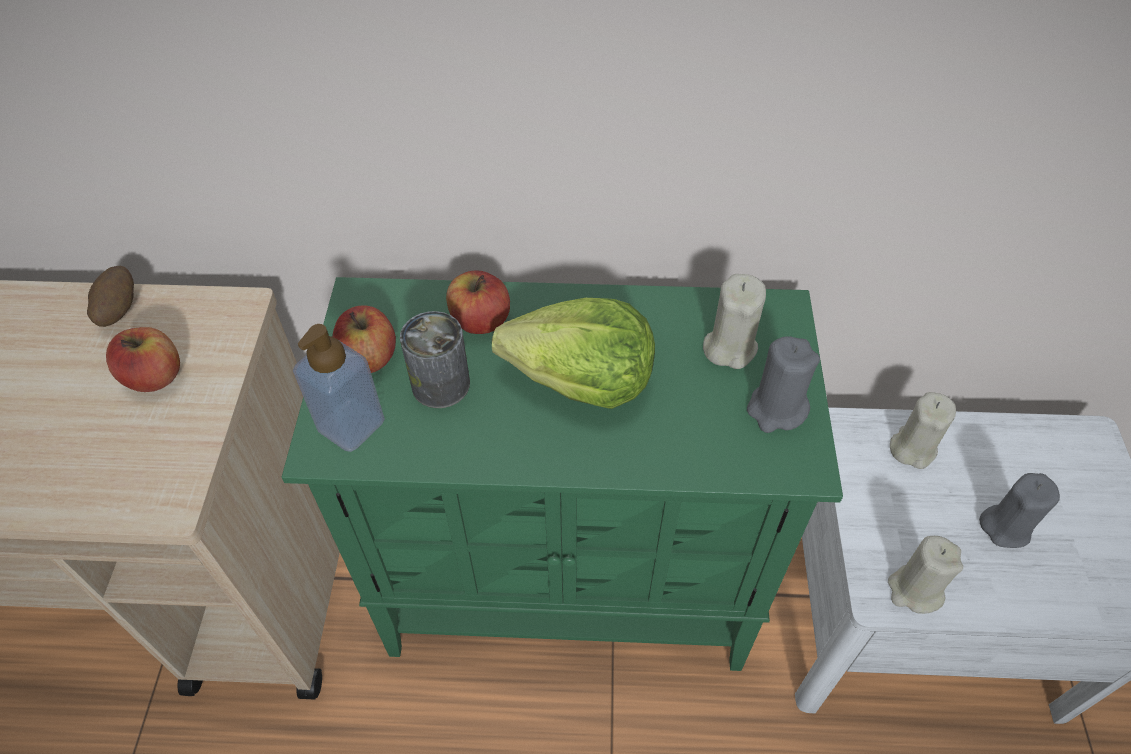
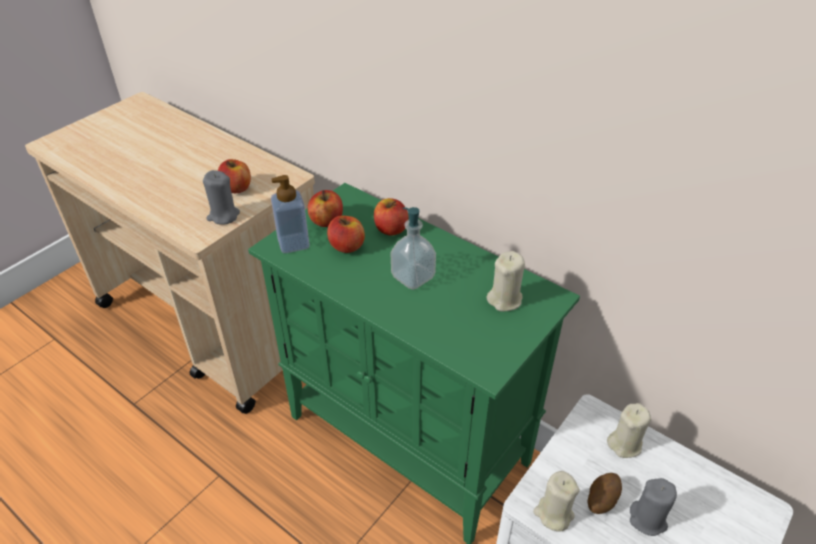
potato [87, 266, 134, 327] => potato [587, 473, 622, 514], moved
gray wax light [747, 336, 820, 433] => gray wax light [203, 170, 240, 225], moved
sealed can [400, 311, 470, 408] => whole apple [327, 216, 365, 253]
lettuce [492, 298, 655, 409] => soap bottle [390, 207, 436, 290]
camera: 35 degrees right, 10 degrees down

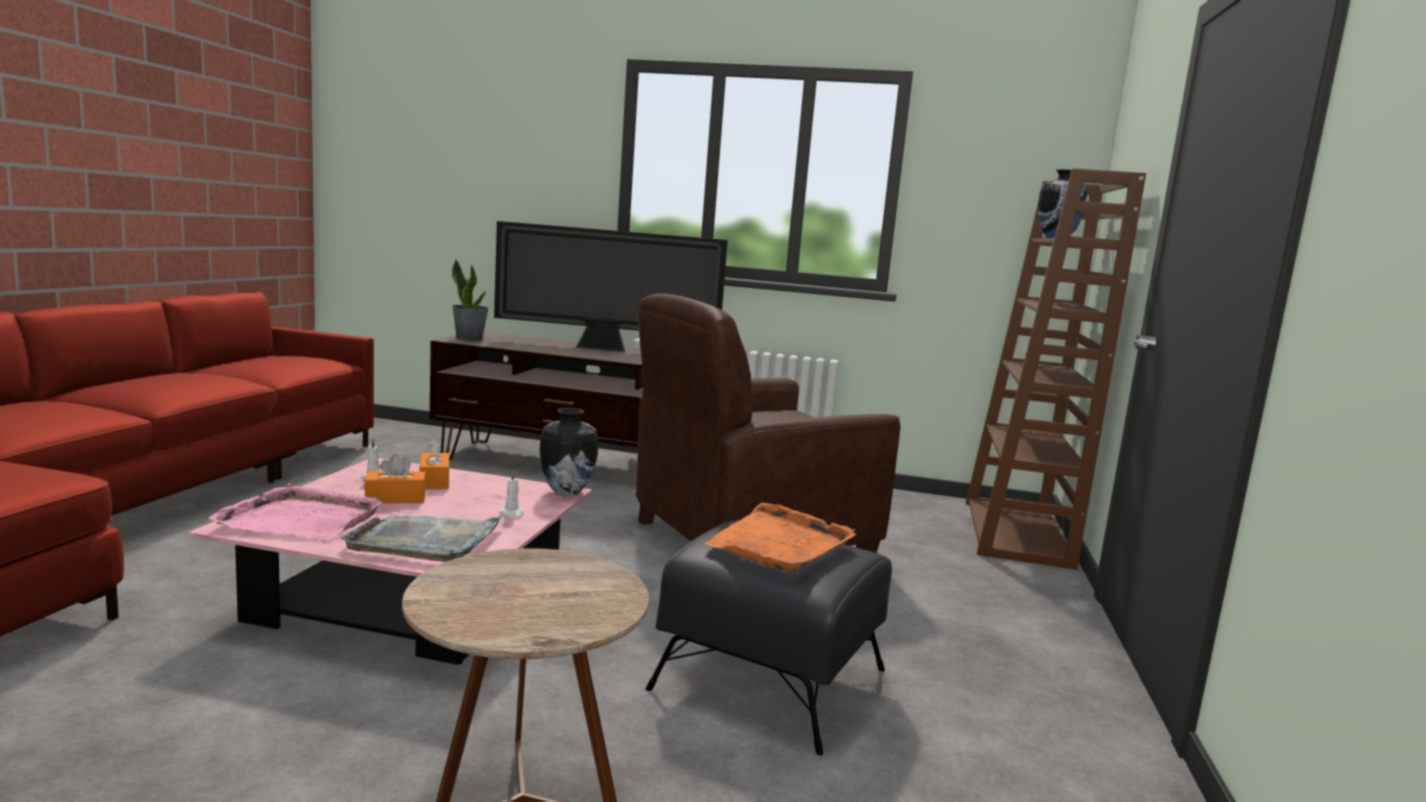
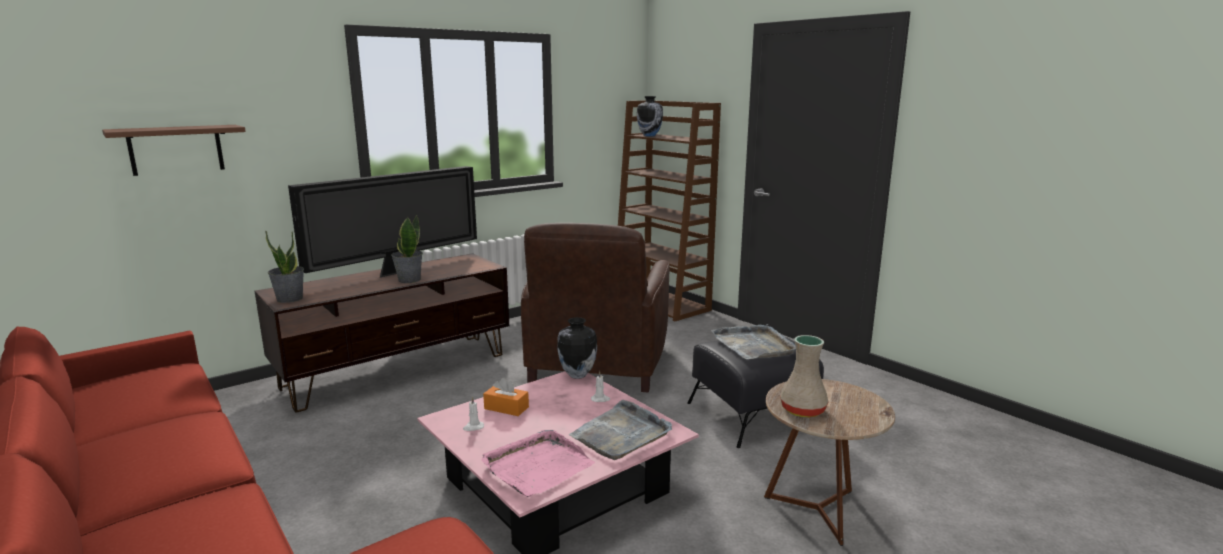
orange tissue box [364, 453, 426, 503] => nothing
nothing => brown-coloured shelf [102, 125, 246, 176]
nothing => potted plant [391, 215, 423, 283]
nothing => beige-coloured flower vase [780, 335, 829, 418]
orange carrying tray [704, 503, 856, 573] => gray carrying tray [711, 324, 796, 359]
camera: 50 degrees left, 5 degrees up

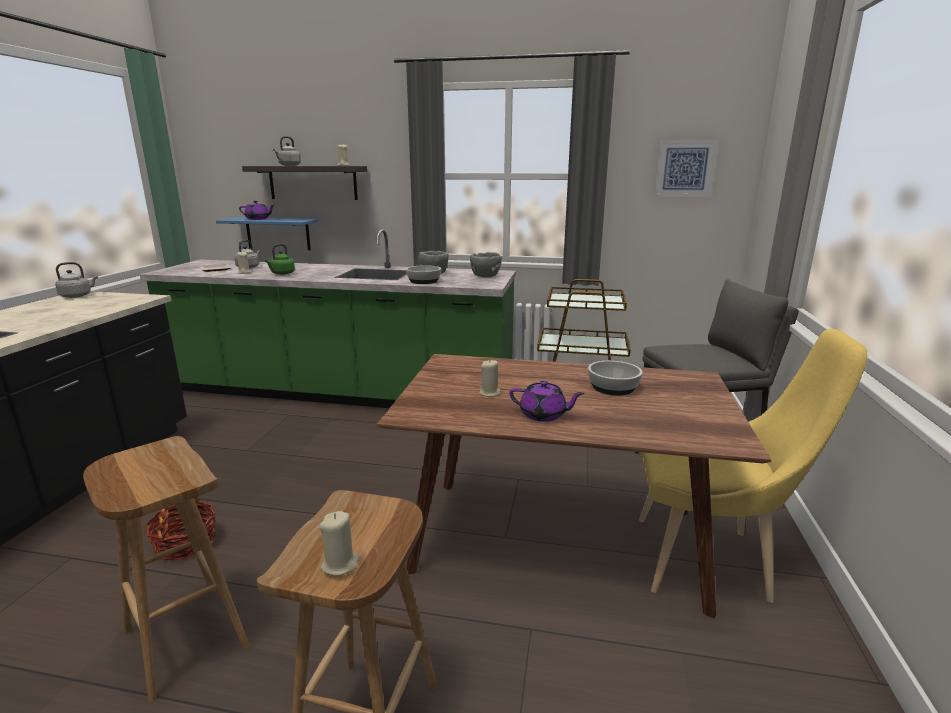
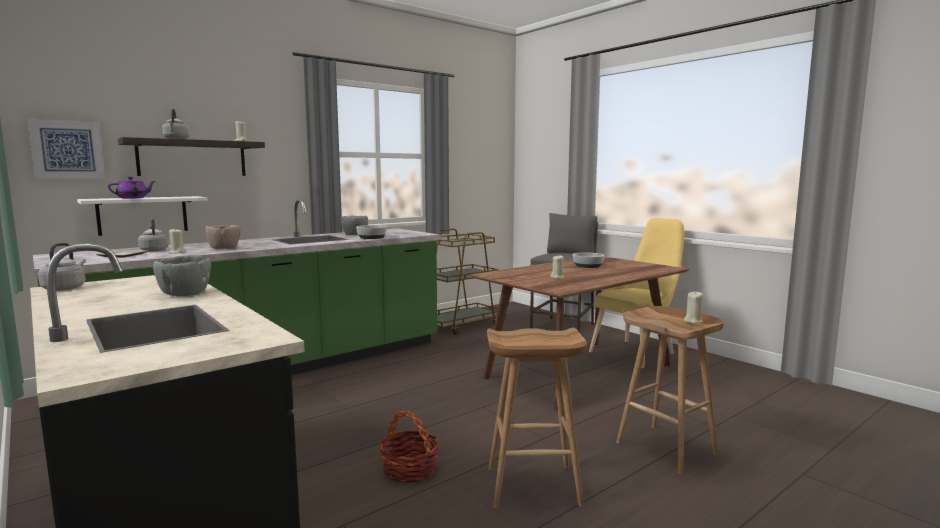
purplish tea pot [509, 381, 584, 422] => nothing
gray deep dish [470, 252, 502, 277] => gray deep dish [153, 255, 211, 296], moved
picture [654, 139, 718, 197] => picture [28, 119, 105, 179], moved
green tea kettle [265, 244, 295, 275] => brown-coloured deep dish [205, 225, 240, 249]
blue shelf [216, 217, 319, 250] => whitish shelf [77, 196, 208, 236]
camera: 50 degrees left, 10 degrees down

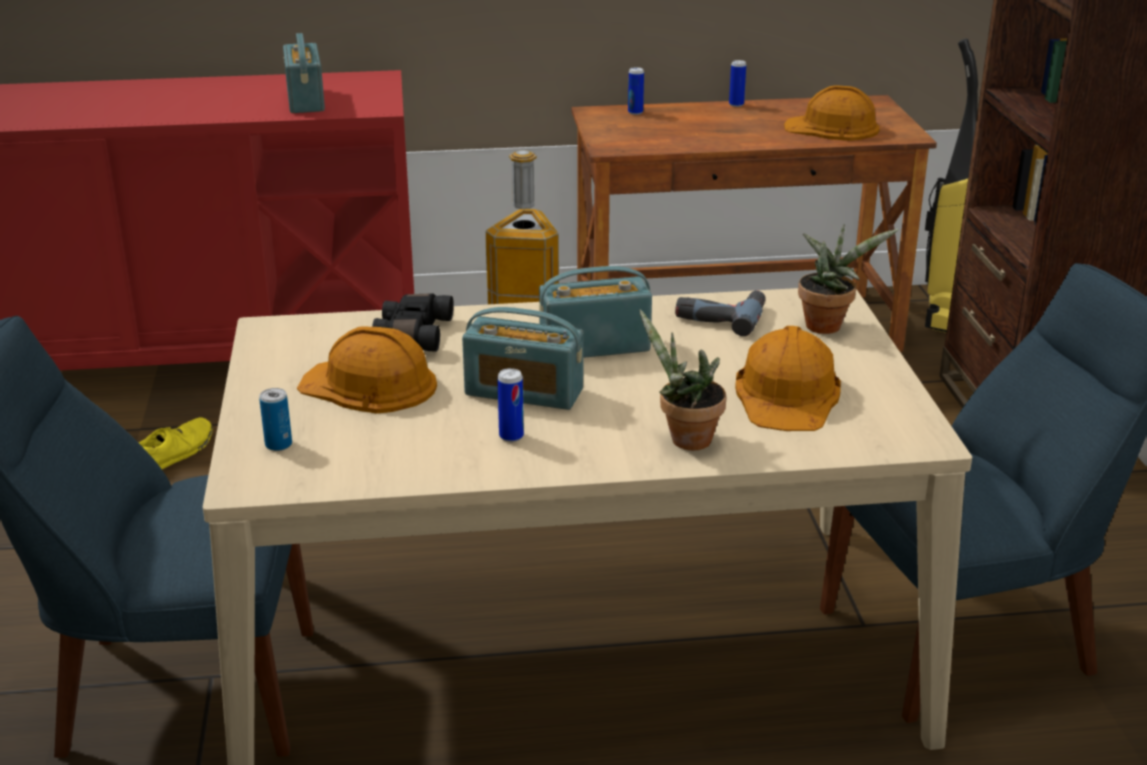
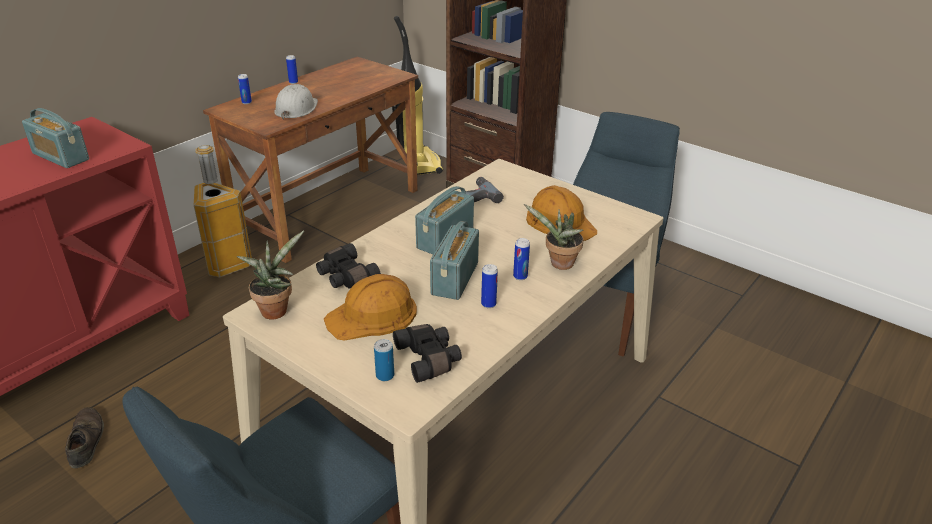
orange safety helmet [784, 85, 880, 141] => nothing
nothing => whitish safety helmet [274, 84, 318, 120]
nothing => black-coloured binoculars [393, 324, 462, 383]
nothing => sealed can [513, 238, 530, 280]
potted plant [798, 224, 899, 334] => potted plant [237, 231, 304, 320], moved
yellow-coloured item of footwear [139, 417, 213, 469] => brown-coloured item of footwear [65, 407, 104, 468]
radio receiver [462, 307, 584, 410] => radio receiver [430, 221, 479, 300], 135 degrees clockwise
camera: 45 degrees left, 5 degrees up

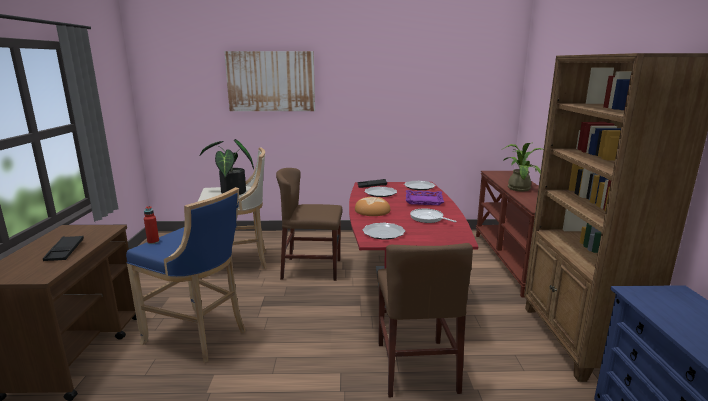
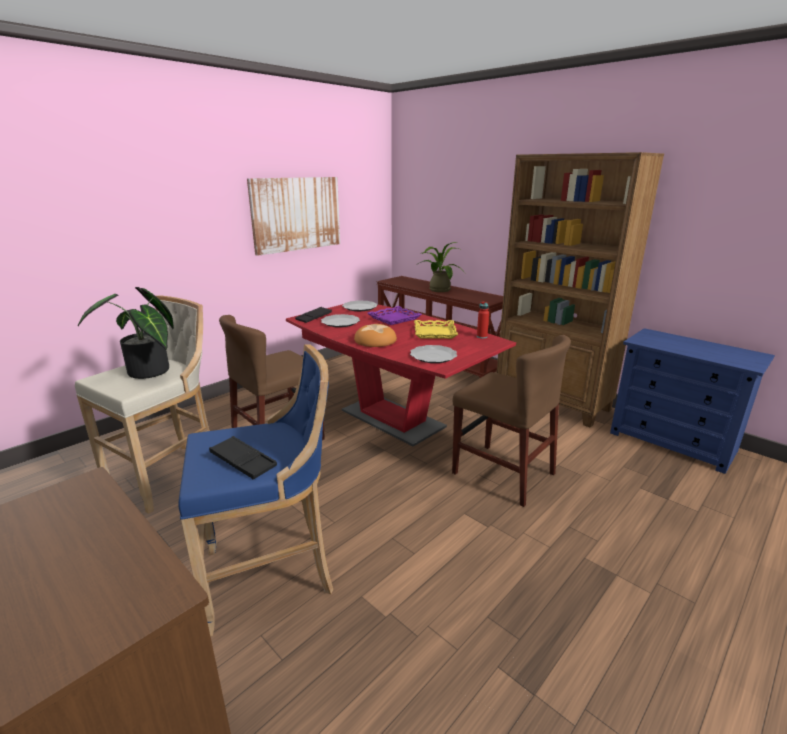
black-coloured carrying tray [43, 236, 84, 261] => black-coloured carrying tray [209, 436, 277, 480], moved
red bottle [144, 206, 159, 244] => red bottle [477, 301, 489, 338], moved
picture [224, 51, 315, 111] => picture [247, 177, 340, 256], moved
skillet [410, 209, 456, 223] => yellow-coloured carrying tray [414, 320, 458, 339]
camera: 45 degrees left, 5 degrees up

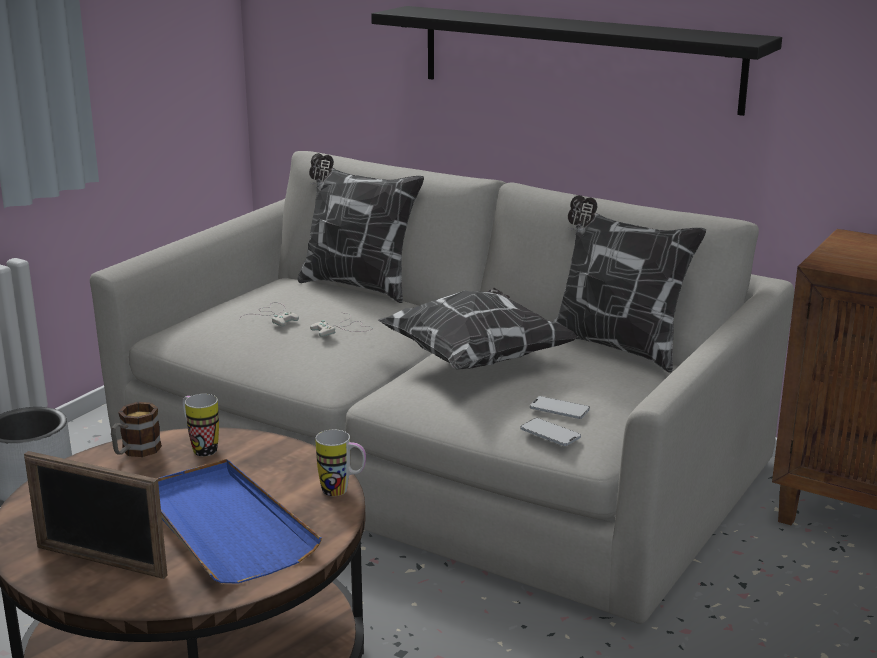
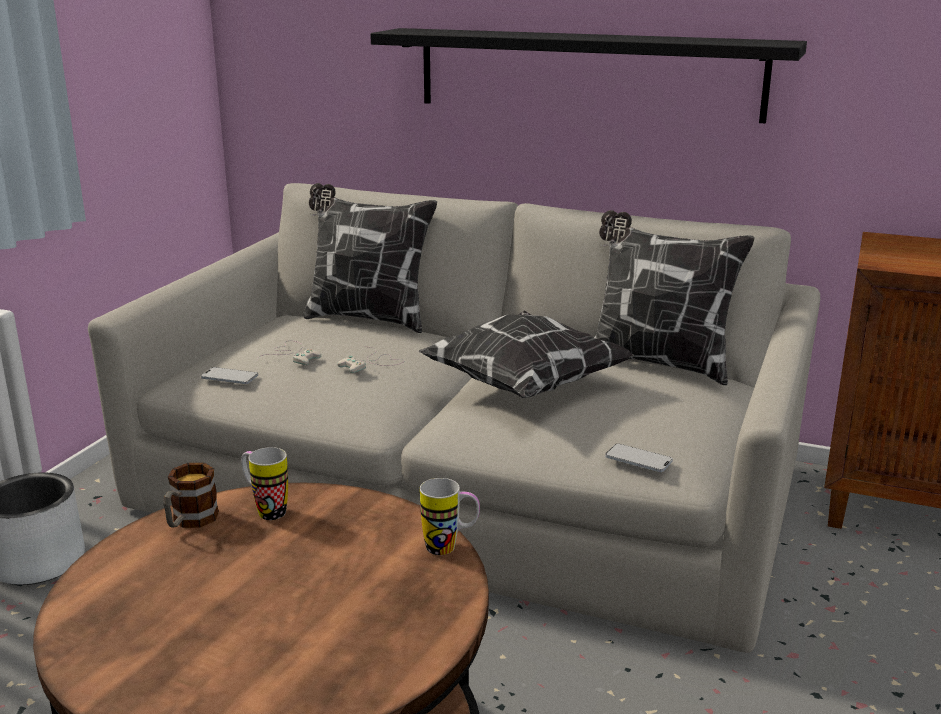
photo frame [24, 451, 168, 579] => nothing
blue carrying tray [157, 459, 322, 584] => nothing
handset [530, 396, 590, 419] => handset [201, 367, 258, 384], moved
camera: 10 degrees left, 0 degrees up

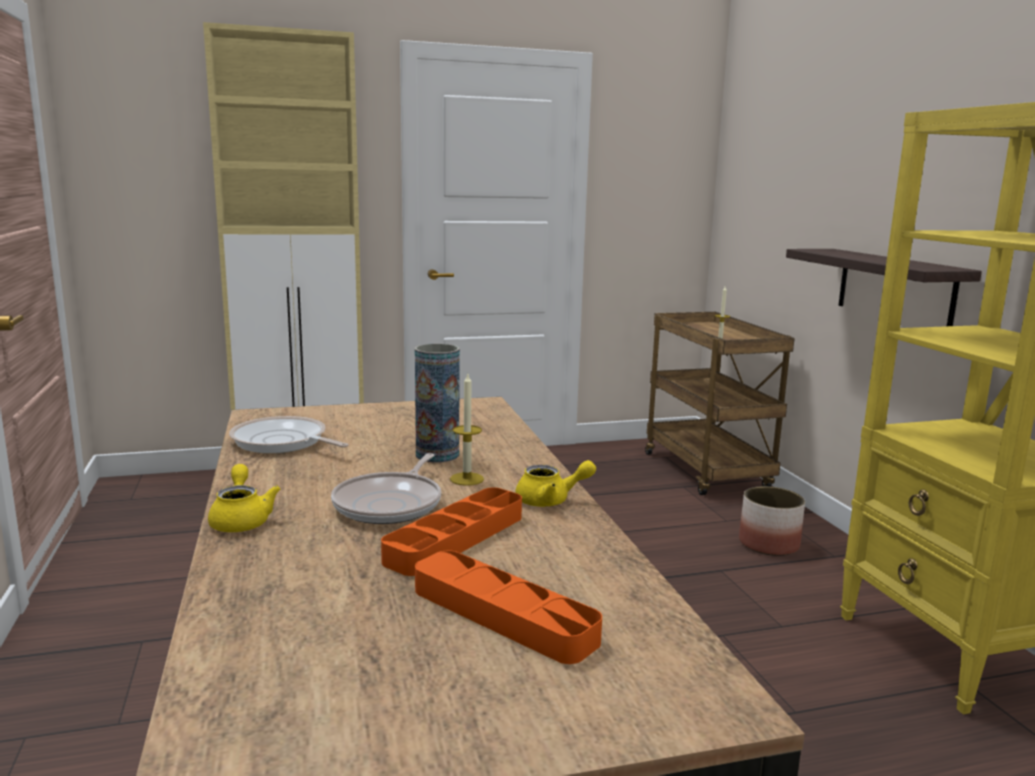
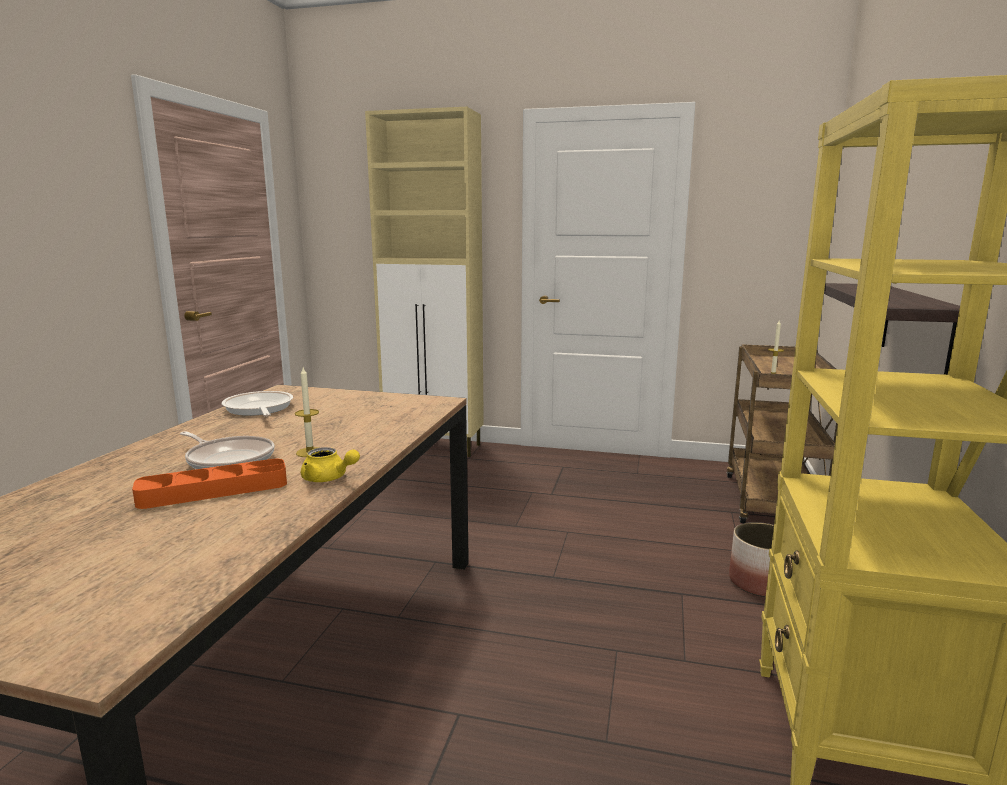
yellow-coloured tea pot [208, 464, 281, 532] => nothing
flower vase [415, 344, 460, 463] => nothing
orange carrying tray [415, 550, 602, 664] => nothing
skillet [331, 453, 441, 524] => skillet [180, 431, 274, 469], 105 degrees counterclockwise
camera: 30 degrees right, 0 degrees up

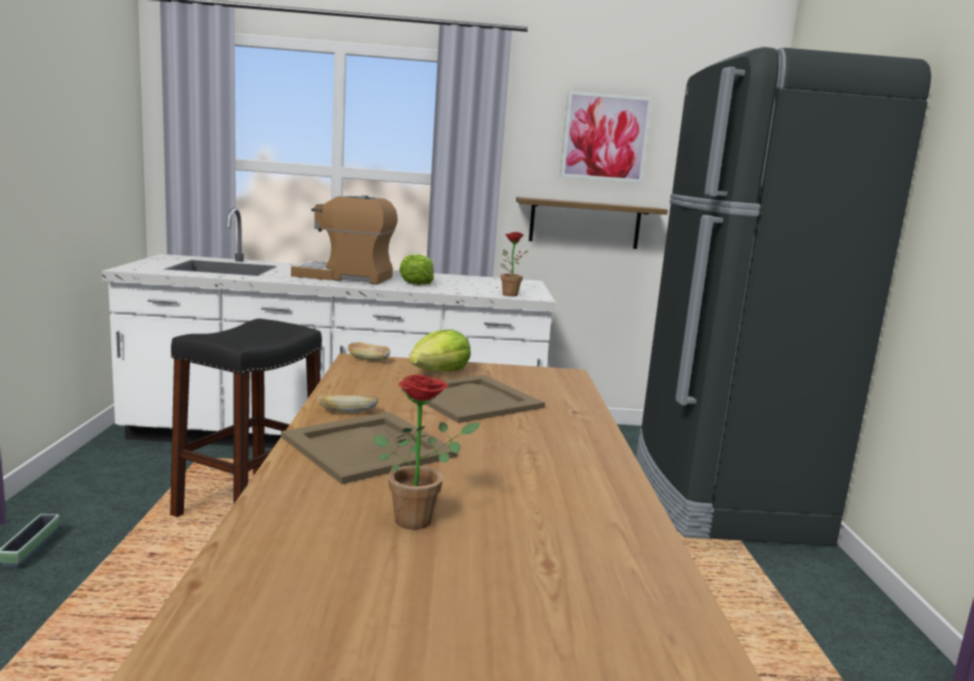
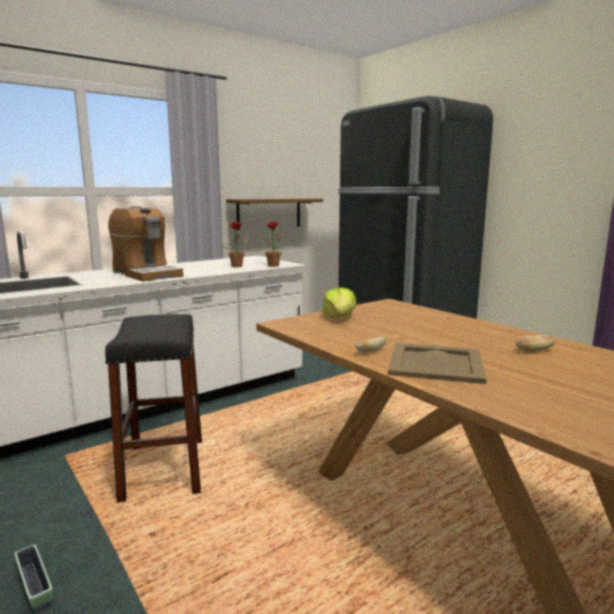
lettuce [399, 254, 434, 285] => nothing
beige-coloured carrying tray [401, 375, 545, 423] => nothing
picture [560, 91, 653, 183] => nothing
bread [348, 342, 390, 361] => bread [515, 335, 556, 351], moved
potted plant [374, 375, 481, 530] => potted plant [219, 221, 249, 267], moved
coffee maker [291, 195, 398, 285] => coffee maker [108, 206, 183, 282], 105 degrees counterclockwise
camera: 35 degrees left, 0 degrees up

